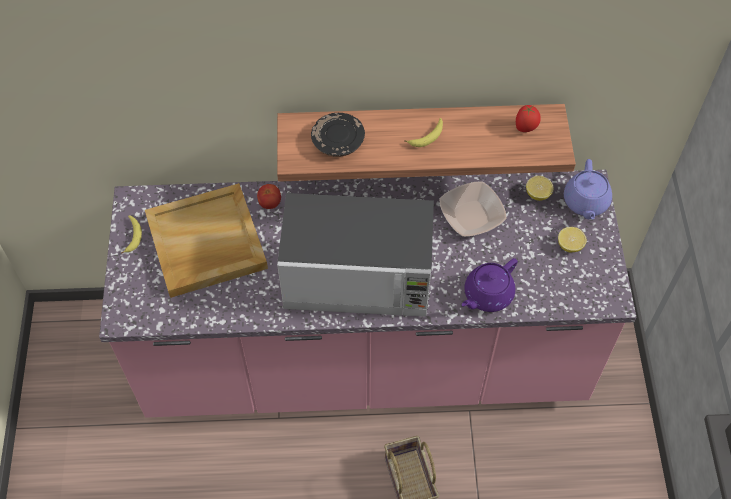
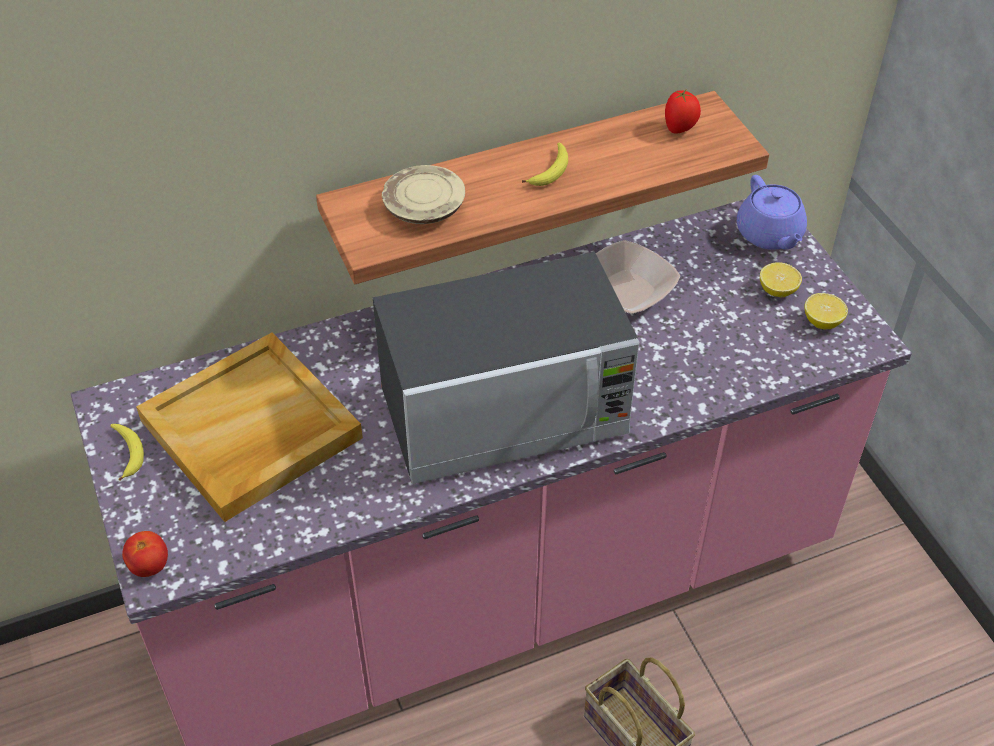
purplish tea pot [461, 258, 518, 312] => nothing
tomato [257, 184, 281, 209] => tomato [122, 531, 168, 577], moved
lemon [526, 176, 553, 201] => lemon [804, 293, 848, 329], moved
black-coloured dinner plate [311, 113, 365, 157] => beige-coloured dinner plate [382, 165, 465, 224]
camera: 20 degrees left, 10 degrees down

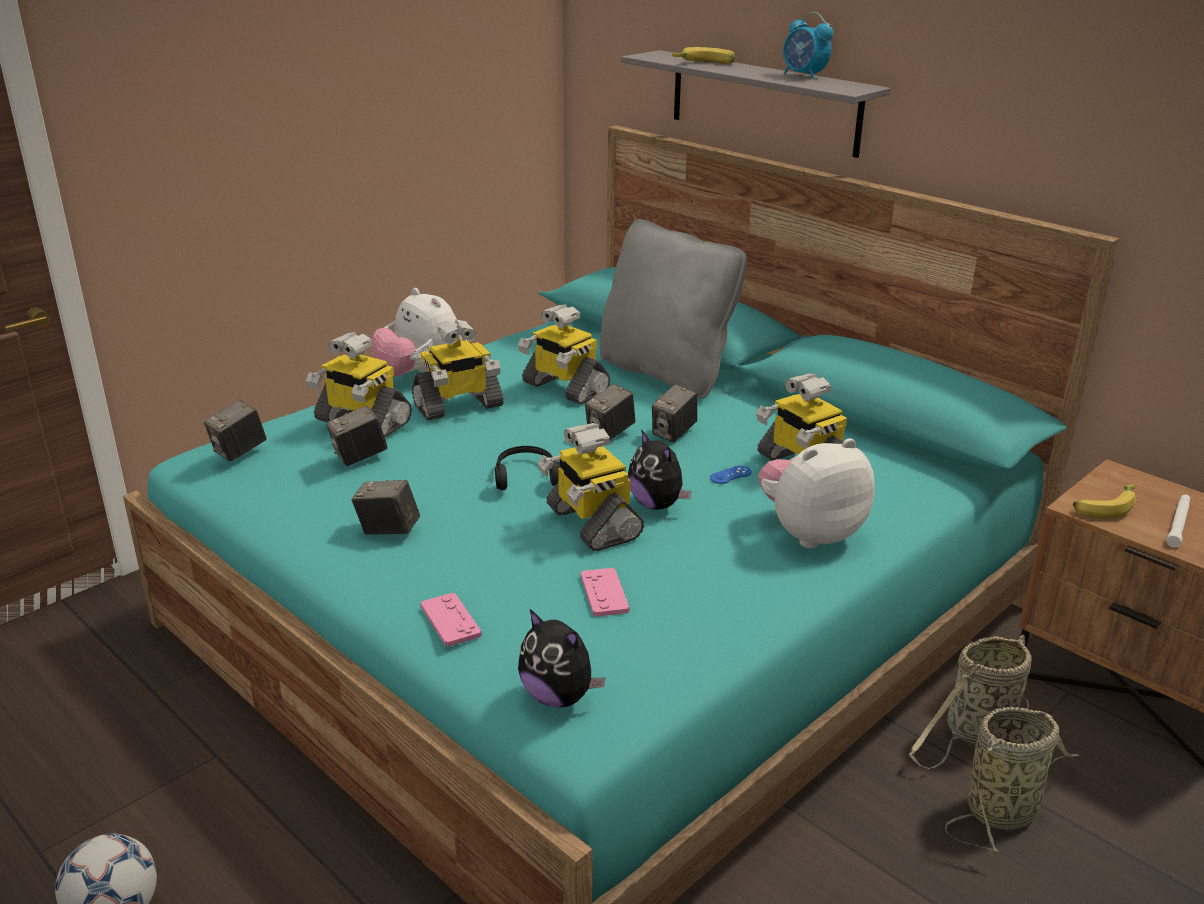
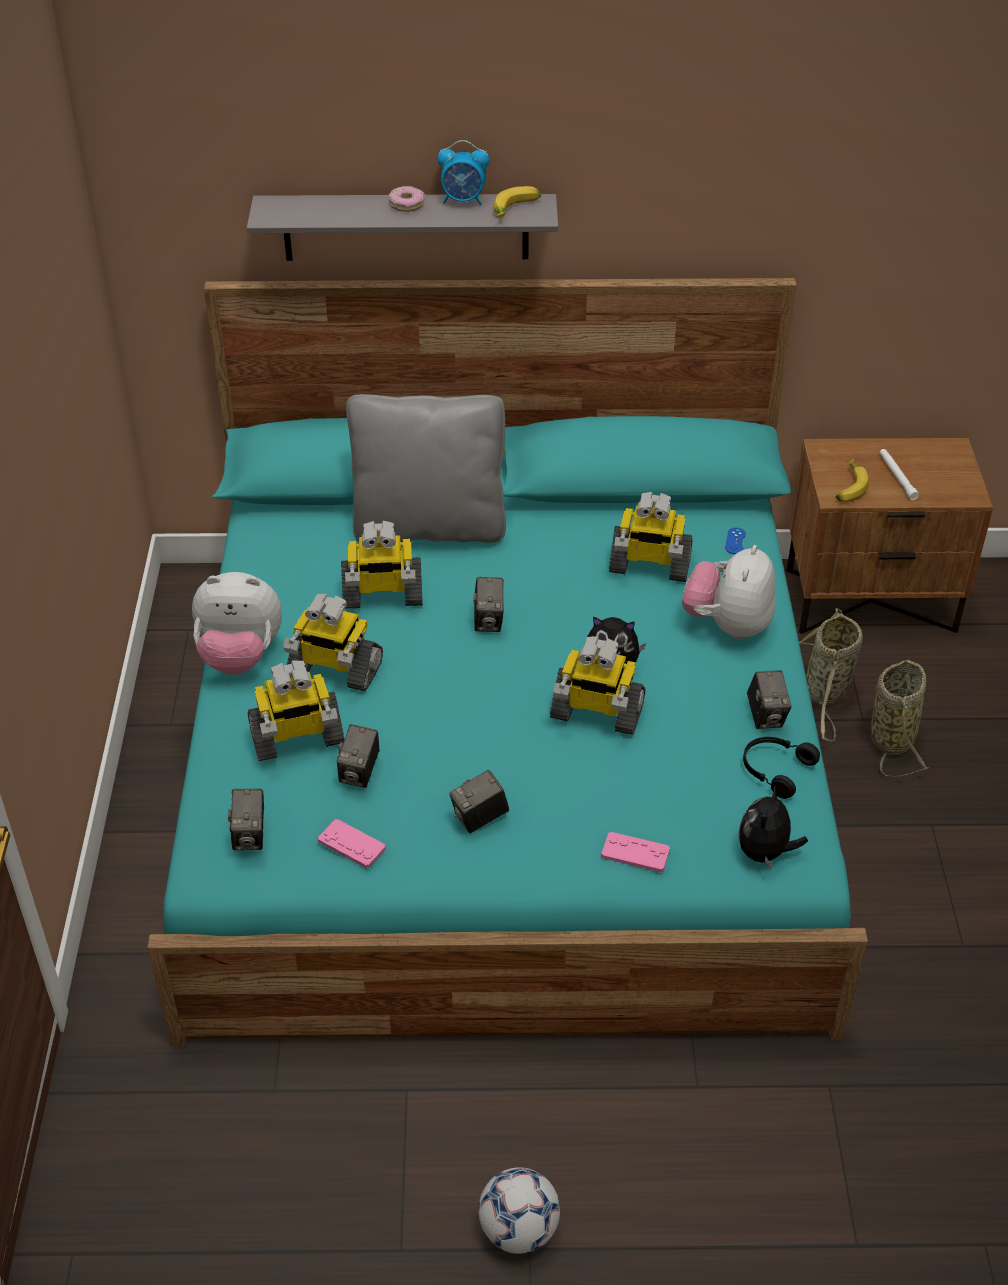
nothing => ring doughnut [389, 186, 425, 212]
black-coloured headphones [495, 446, 560, 490] => black-coloured headphones [743, 737, 820, 799], moved
pink-coloured joypad [581, 568, 629, 617] => pink-coloured joypad [318, 819, 386, 868], moved
still camera [652, 384, 697, 443] => still camera [747, 670, 792, 729], moved
banana fruit [672, 47, 735, 64] => banana fruit [493, 186, 541, 218], moved
blue joypad [710, 466, 752, 484] => blue joypad [725, 527, 746, 554], moved
toy robot [412, 320, 504, 421] => toy robot [283, 593, 383, 691], 90 degrees clockwise
plush toy [518, 609, 606, 708] => plush toy [738, 784, 808, 870], 120 degrees clockwise
camera: 45 degrees left, 15 degrees up

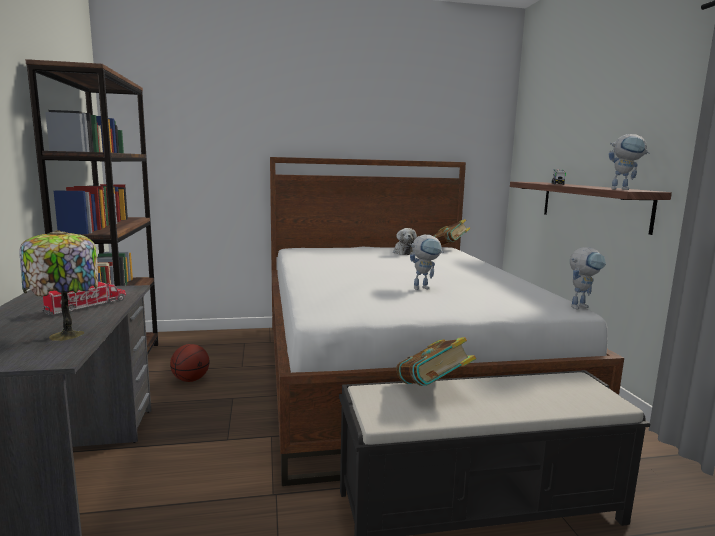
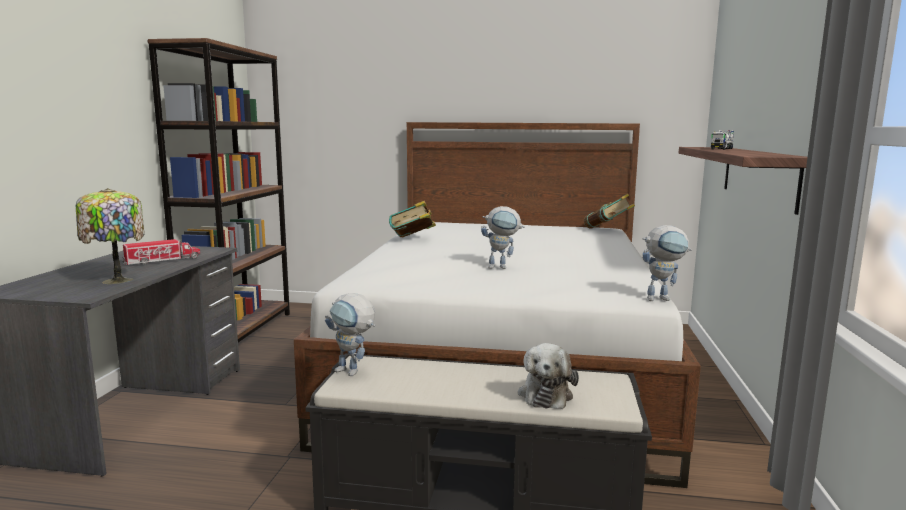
basketball [170, 344, 210, 382] => nothing
plush toy [393, 228, 417, 255] => plush toy [518, 343, 579, 409], moved
volume [397, 337, 476, 386] => volume [389, 201, 436, 237], moved
toy robot [609, 134, 650, 190] => toy robot [325, 293, 375, 376], moved
camera: 20 degrees right, 0 degrees up

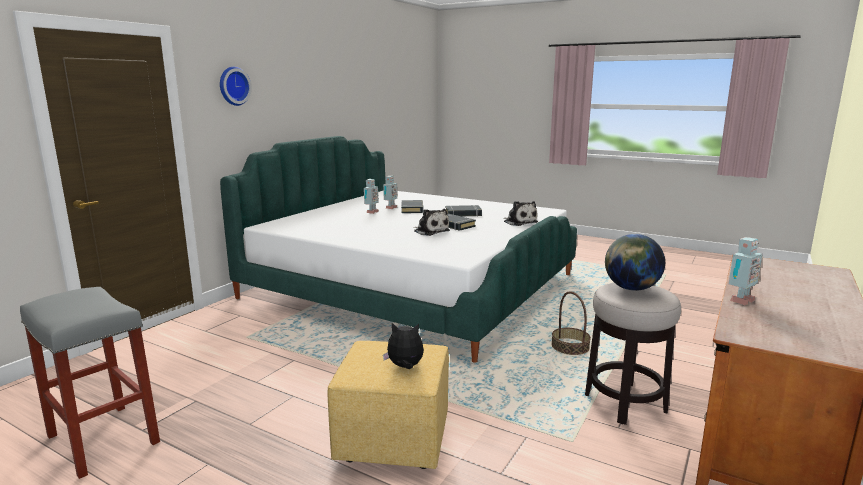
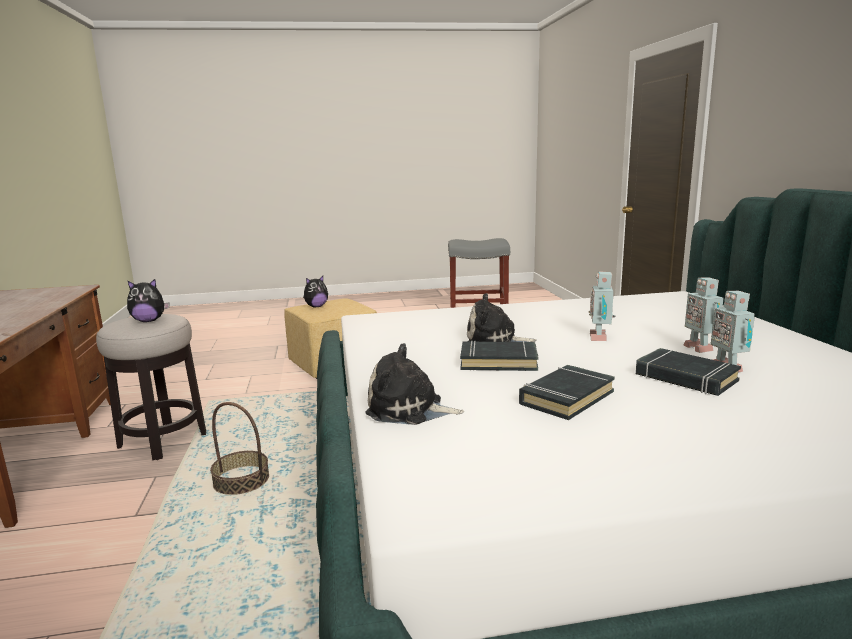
clock on the wall [220, 67, 252, 106] => nothing
toy robot [729, 237, 763, 305] => toy robot [589, 271, 615, 341], moved
world globe [605, 234, 665, 291] => plush toy [127, 279, 170, 322]
camera: 140 degrees right, 0 degrees up

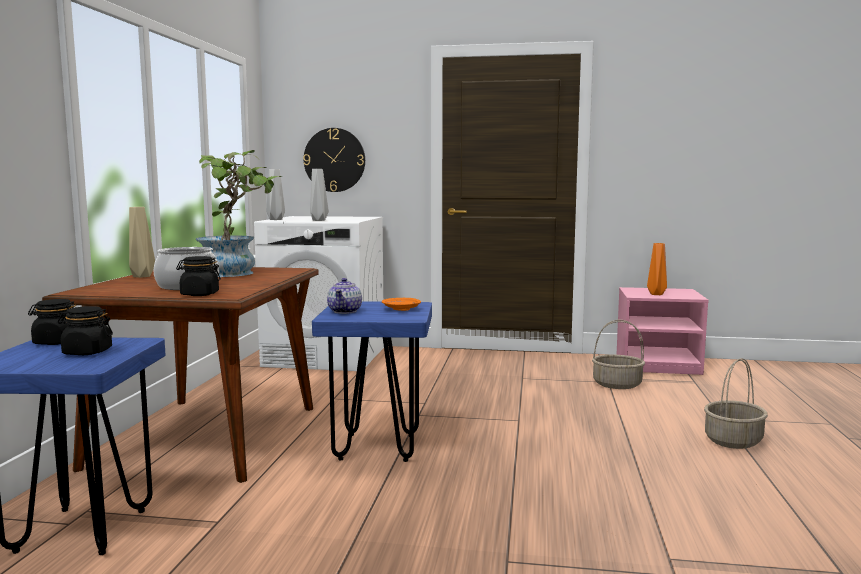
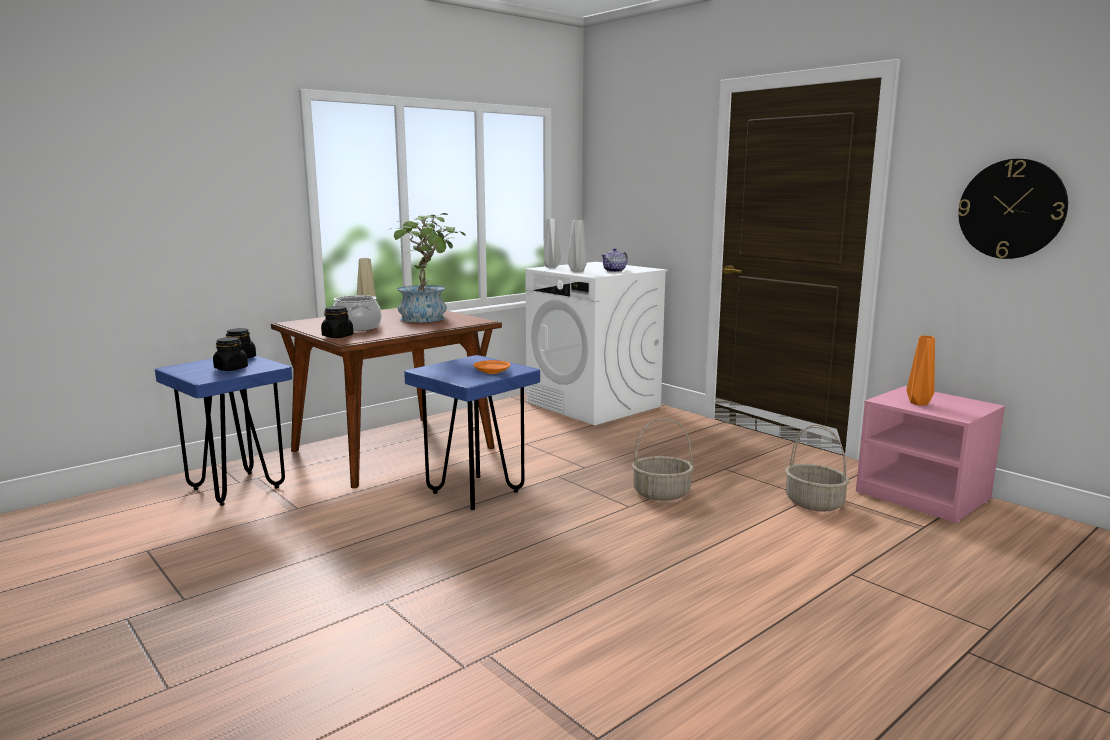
clock on the wall [303, 128, 365, 192] => clock on the wall [958, 159, 1068, 259], moved
tea pot [327, 278, 362, 314] => tea pot [601, 248, 628, 272], moved
basket [704, 358, 768, 449] => basket [632, 418, 694, 501], moved
camera: 40 degrees right, 5 degrees up

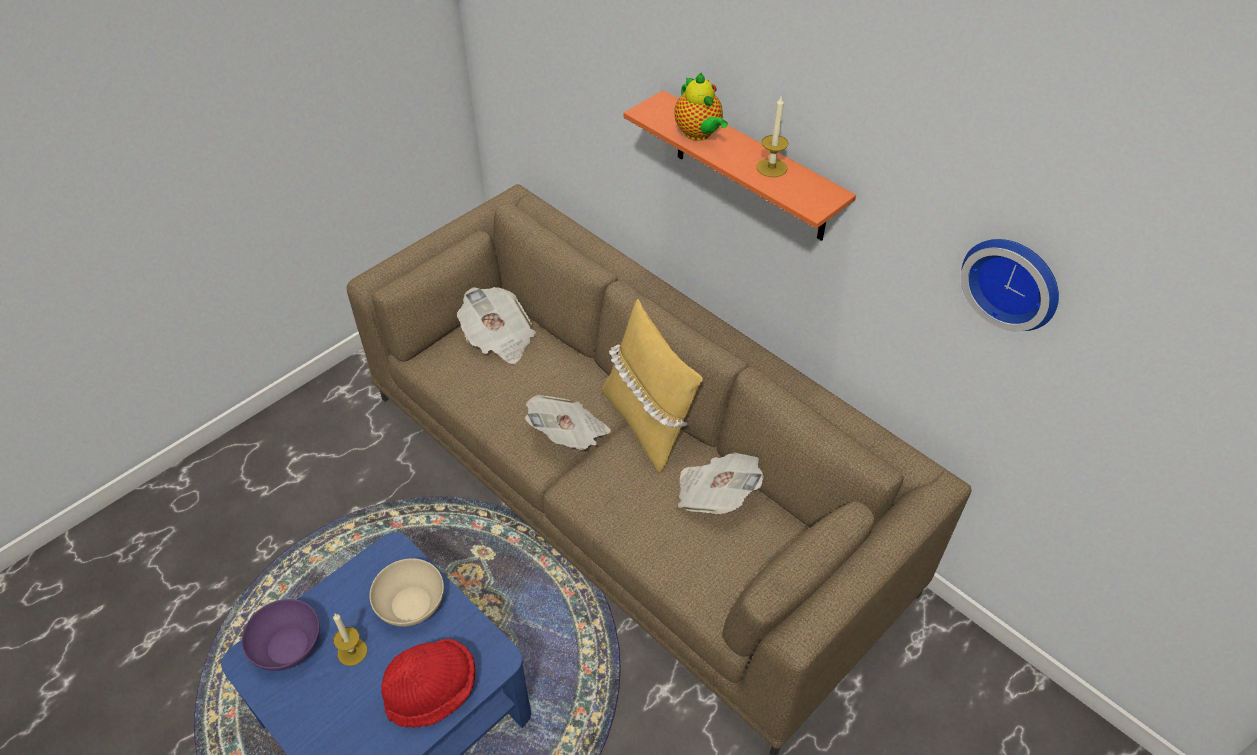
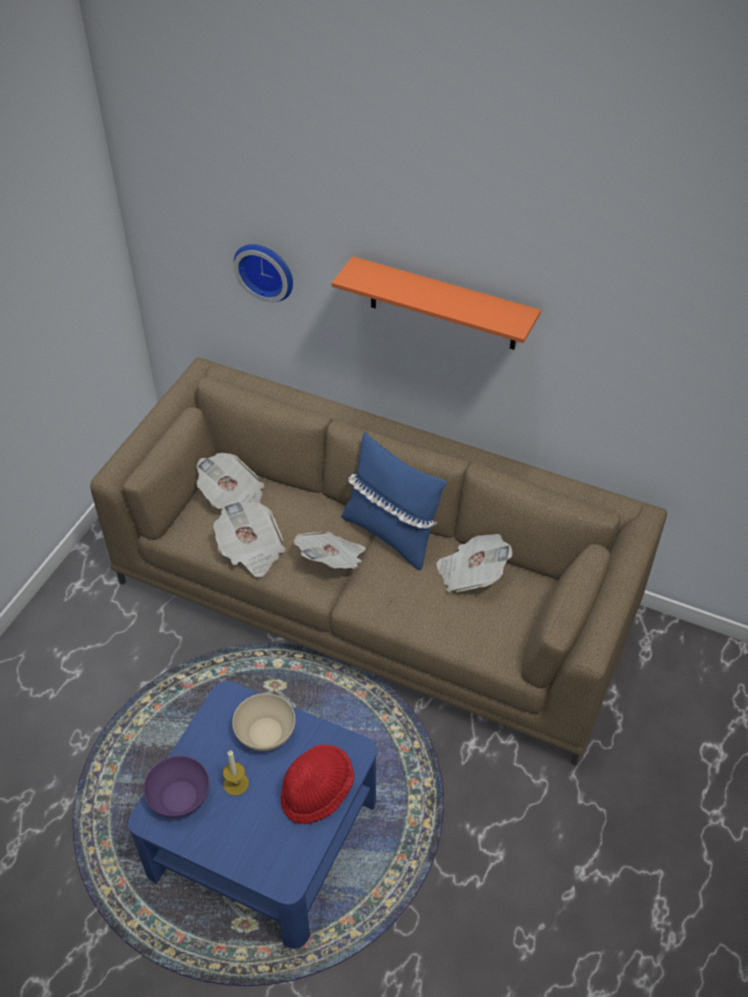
tea pot [674, 73, 728, 141] => nothing
wax light [756, 97, 788, 177] => nothing
nothing => daily paper [213, 500, 286, 577]
clock on the wall [961, 239, 1059, 331] => clock on the wall [234, 244, 293, 302], moved
yellow-coloured cushion [602, 299, 703, 473] => blue cushion [341, 432, 446, 570]
camera: 20 degrees left, 0 degrees up

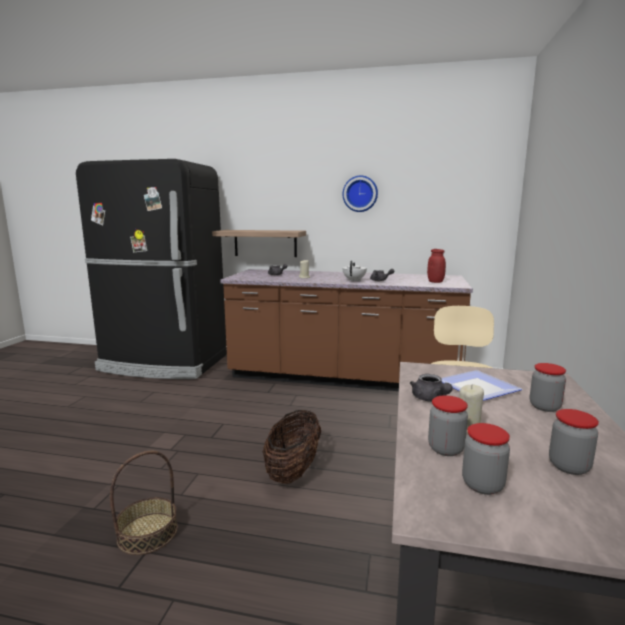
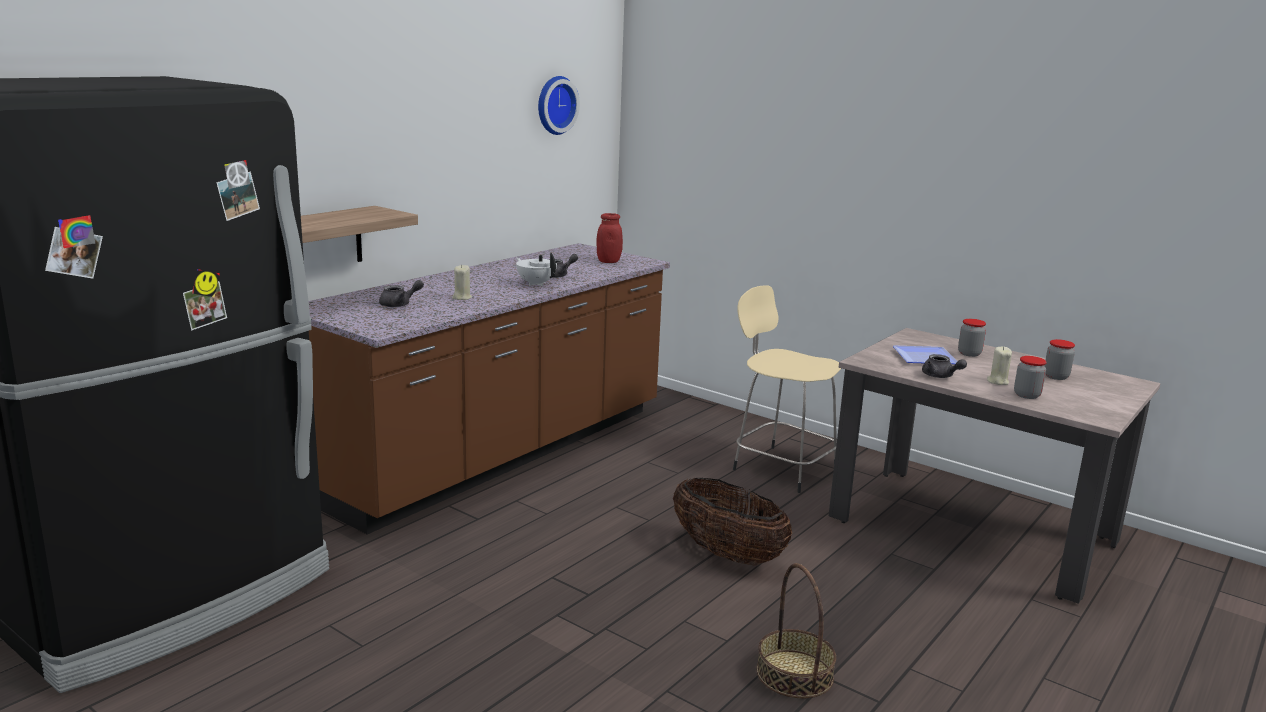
storage jar [462, 423, 510, 495] => nothing
clock on the wall [343, 175, 378, 212] => clock on the wall [538, 76, 580, 135], moved
gray tea pot [410, 374, 453, 402] => gray tea pot [922, 354, 967, 378], 45 degrees clockwise
camera: 65 degrees left, 5 degrees up

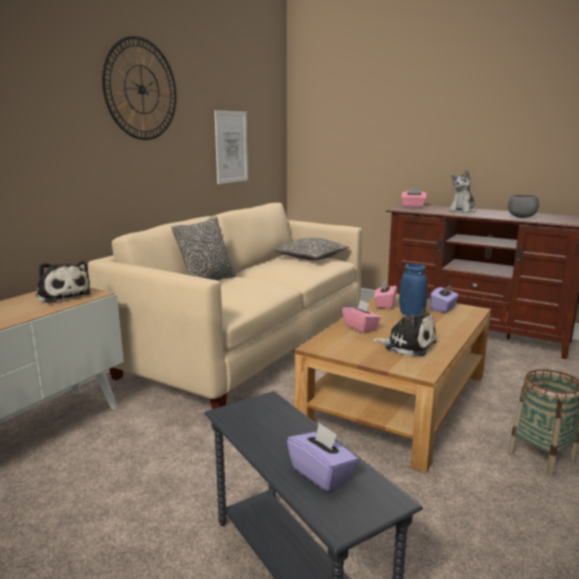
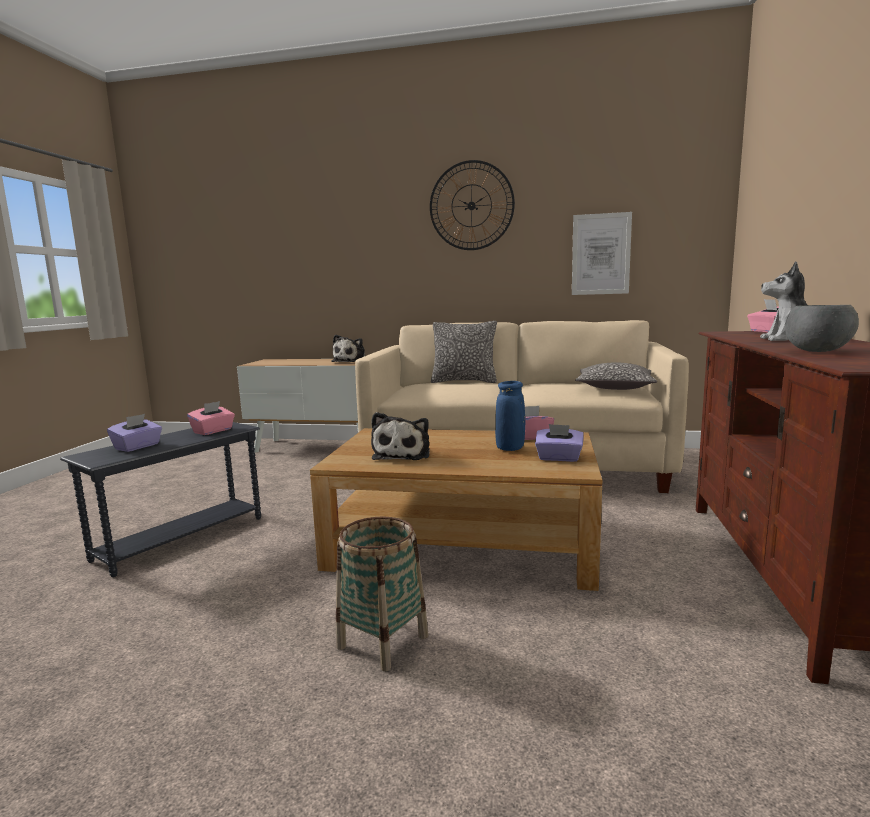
pink-coloured tissue box [342, 300, 381, 333] => pink-coloured tissue box [187, 401, 235, 435], moved
camera: 70 degrees right, 5 degrees down

